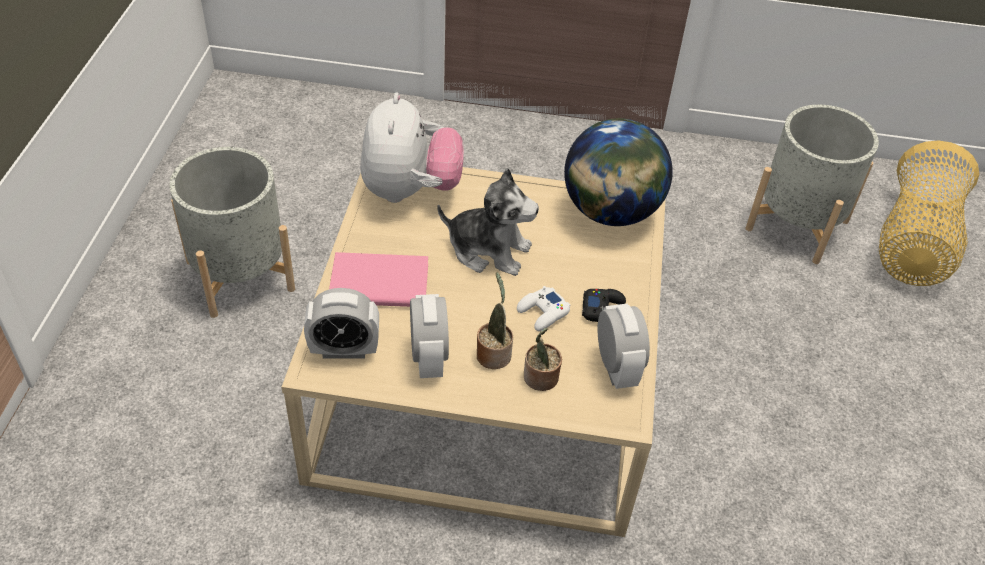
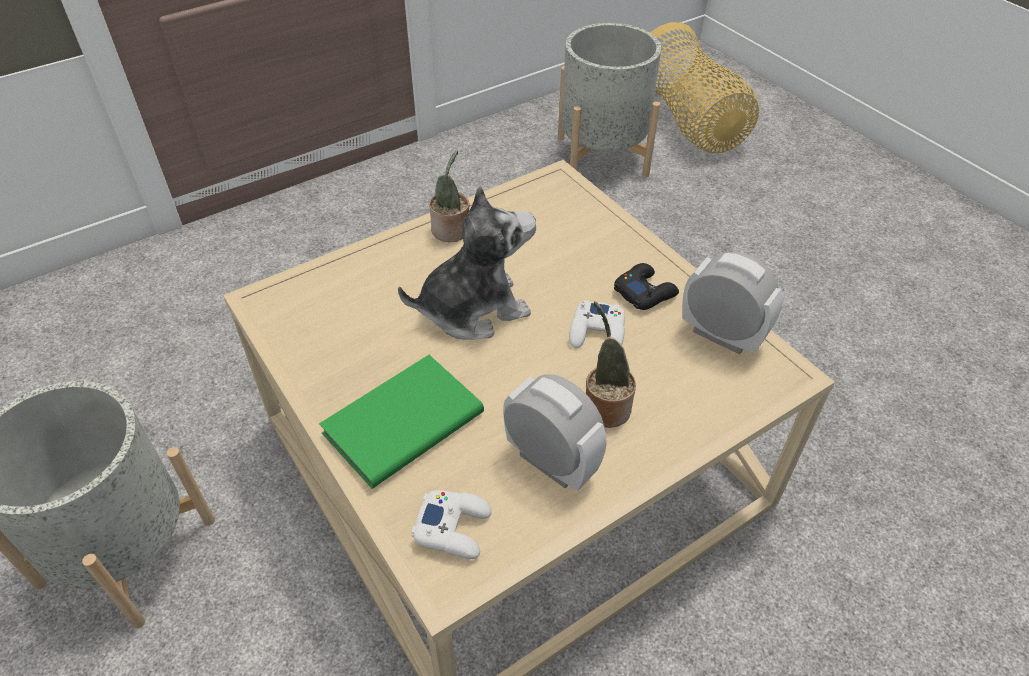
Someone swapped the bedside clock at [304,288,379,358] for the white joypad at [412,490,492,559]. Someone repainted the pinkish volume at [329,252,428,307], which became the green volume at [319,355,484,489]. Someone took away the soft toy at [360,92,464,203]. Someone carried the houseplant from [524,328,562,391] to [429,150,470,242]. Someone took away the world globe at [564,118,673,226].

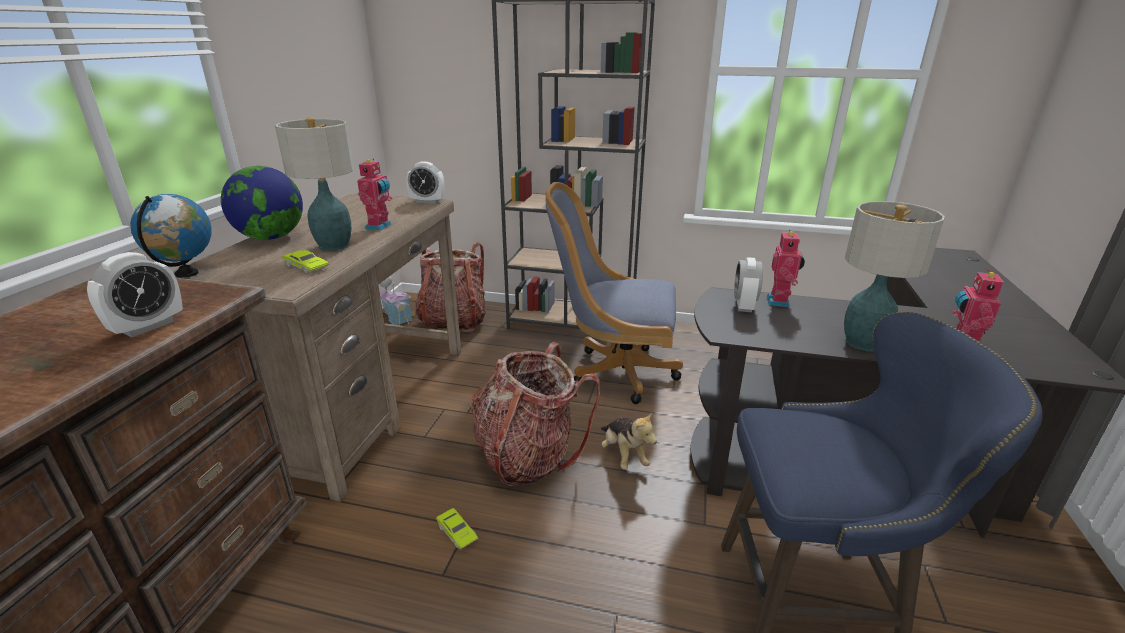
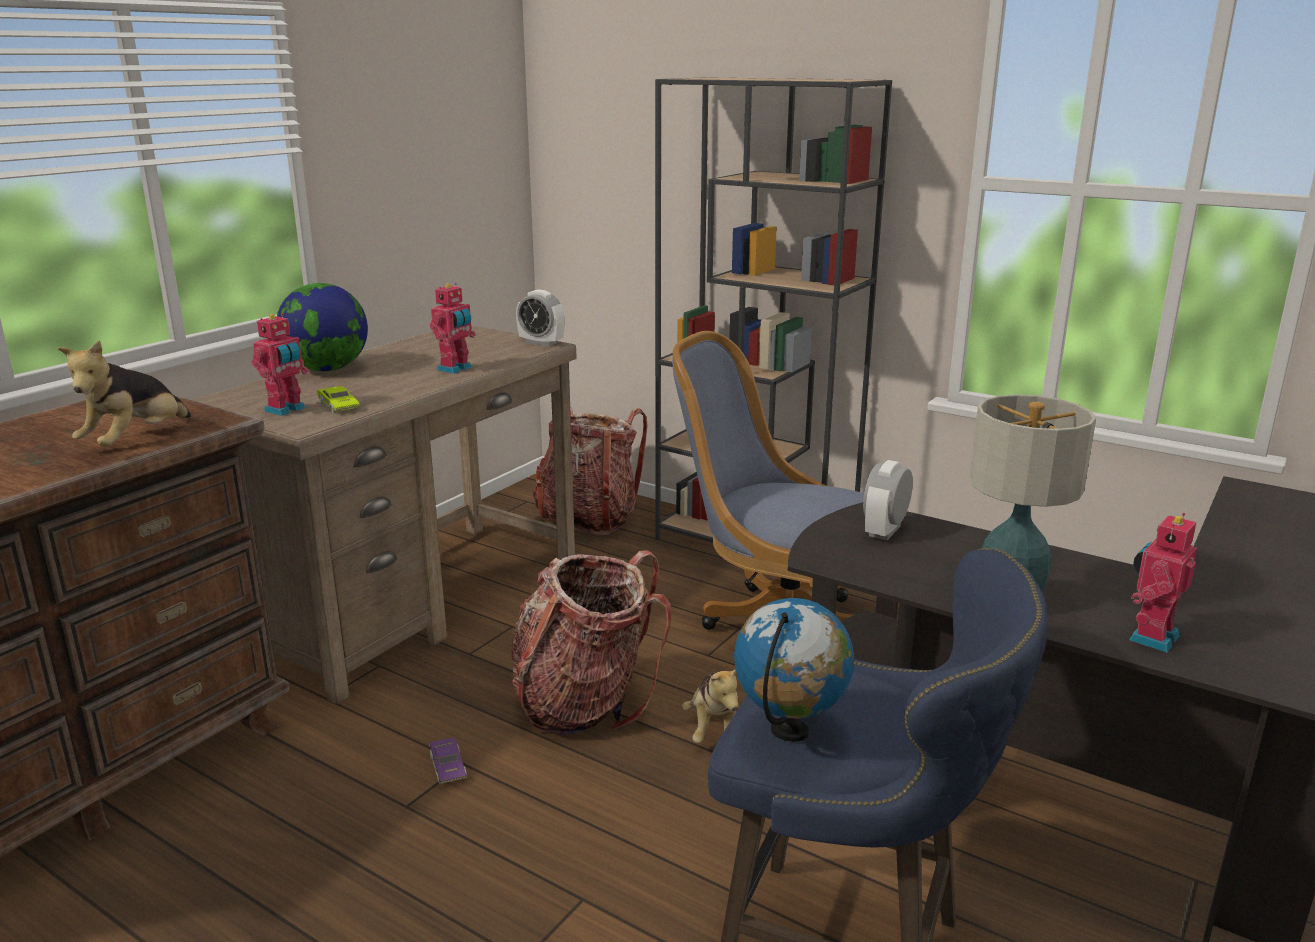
Someone swapped the bedside clock at [87,252,183,337] for the soft toy at [58,340,191,446]. Someone carried the world globe from [130,194,212,278] to [734,598,854,742]. Someone took away the lamp for a table at [275,118,354,251]. Someone took away the model house at [379,276,412,325]. Someone repainted the green miniature car at [436,508,479,549], which became the purplish miniature car at [429,737,467,784]. Someone carried the model robot from [767,230,805,307] to [252,313,308,416].

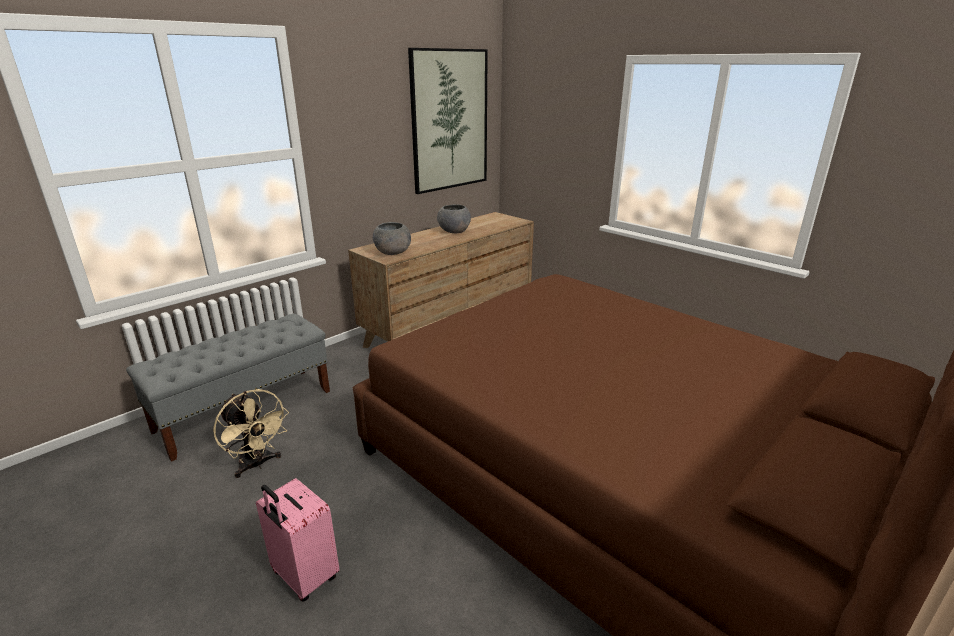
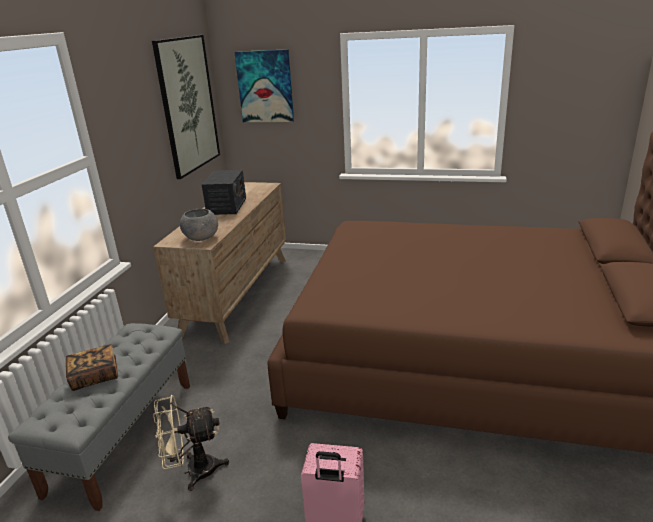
Someone rotated the beige-coloured fan at [213,389,289,478] by 150 degrees clockwise. Someone swapped the greyish deep dish at [437,205,471,233] for the radio receiver at [202,170,246,215]. Someone put down the volume at [66,344,118,391]. Someone put up the picture at [234,49,294,122].

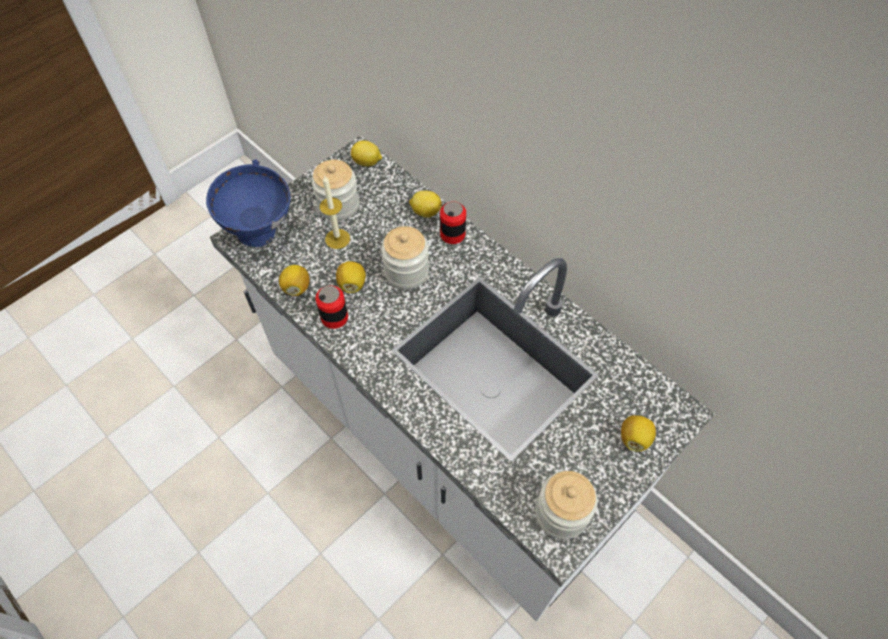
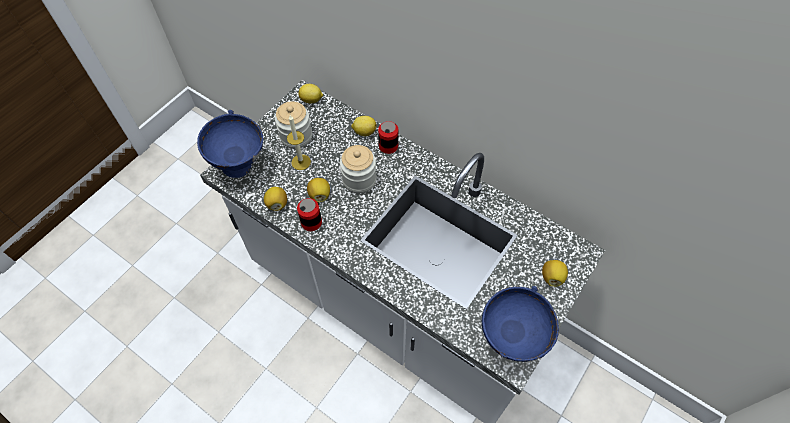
Someone swapped the storage jar at [535,471,598,539] for the blue-coloured deep dish at [482,286,559,362].

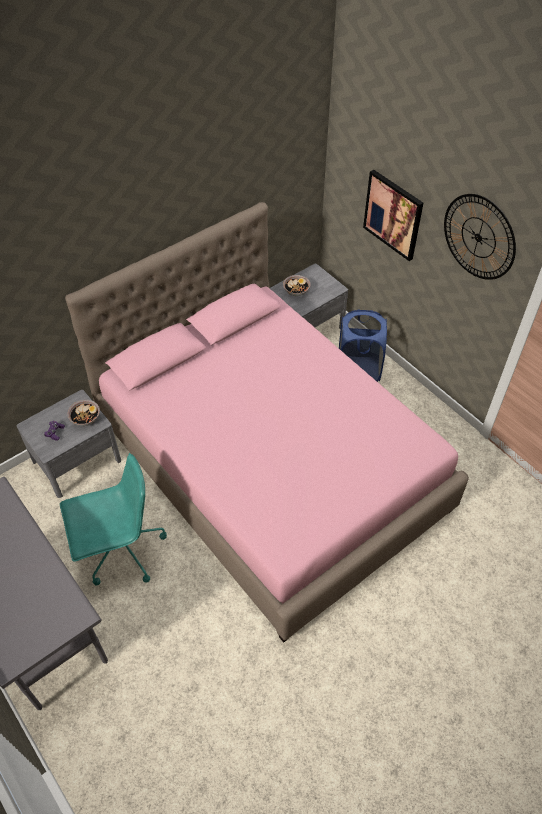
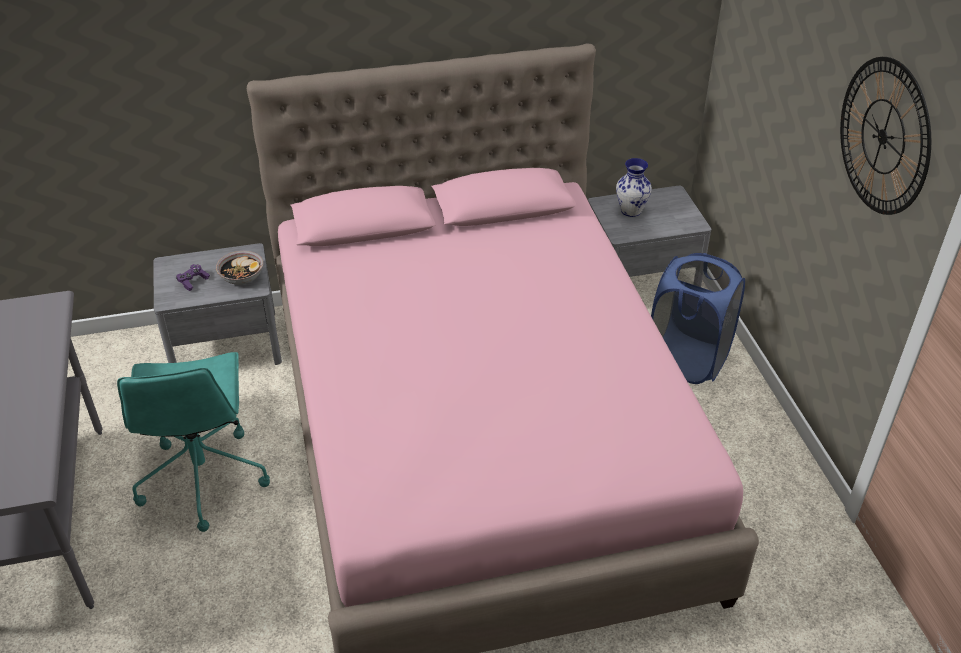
Someone rotated the turquoise computer chair at [60,453,167,585] by 75 degrees clockwise. Someone swapped the deep dish at [283,275,311,296] for the decorative vase at [616,158,652,217]. Someone took away the picture at [363,170,423,261].

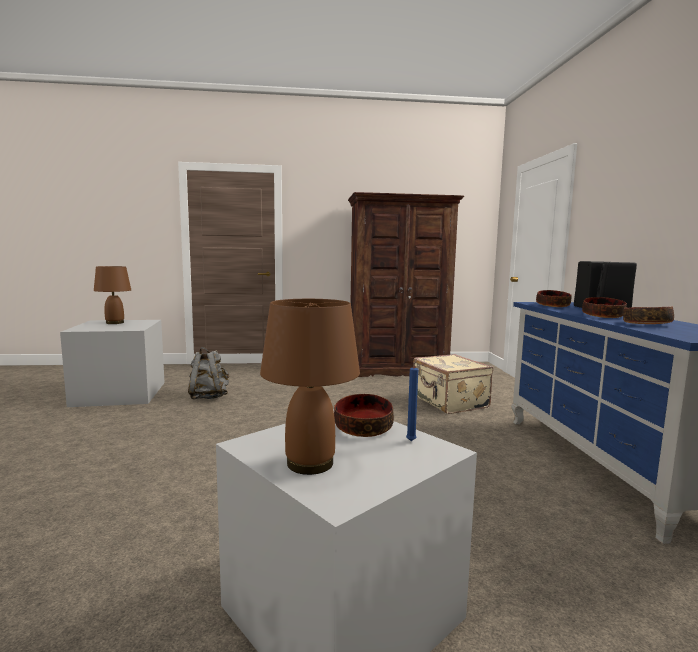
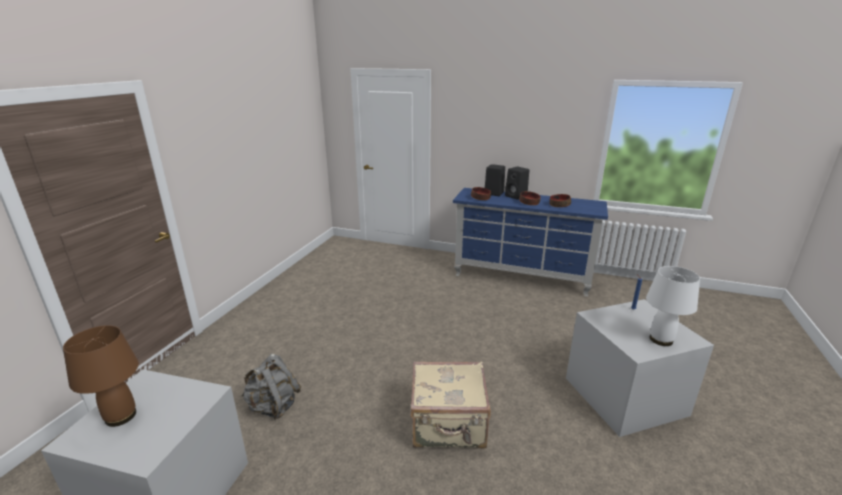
Someone repainted the brown lamp for a table at [260,299,360,475], which became the white lamp for a table at [646,266,700,346]. Someone took away the deep dish at [334,394,394,437]. Someone took away the brown clothes cupboard at [348,192,464,377]. Someone carried the beige-coloured suitcase from [413,354,493,414] to [410,361,491,448].

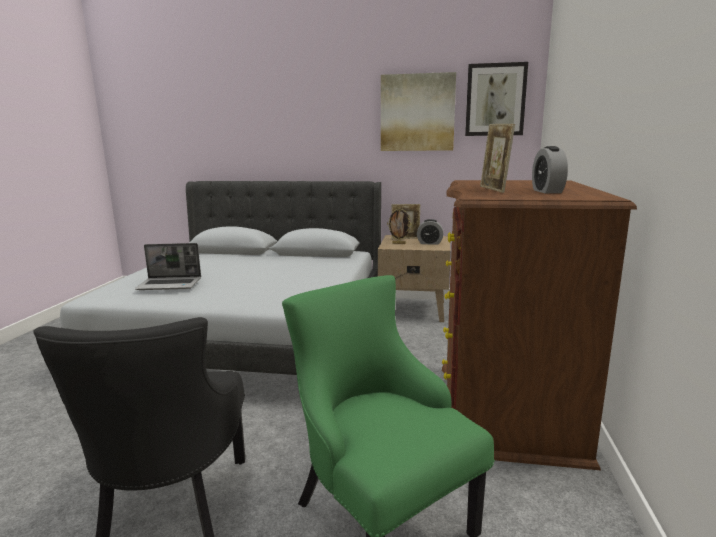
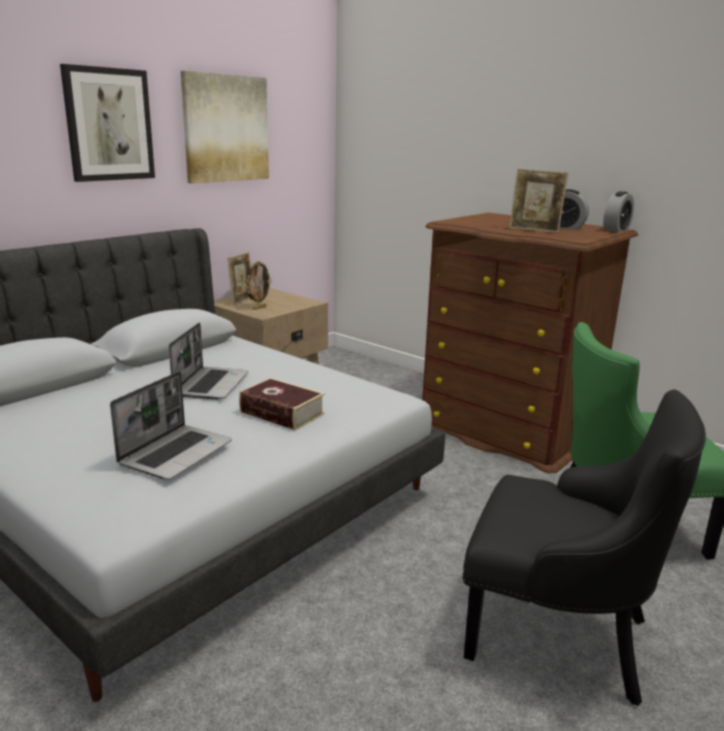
Someone carried the bedside clock from [417,219,443,245] to [603,191,634,232]. Someone carried the picture from [465,62,528,136] to [60,64,155,182]. Someone put down the notebook computer at [169,323,249,400]. Someone put down the volume at [239,378,325,430].

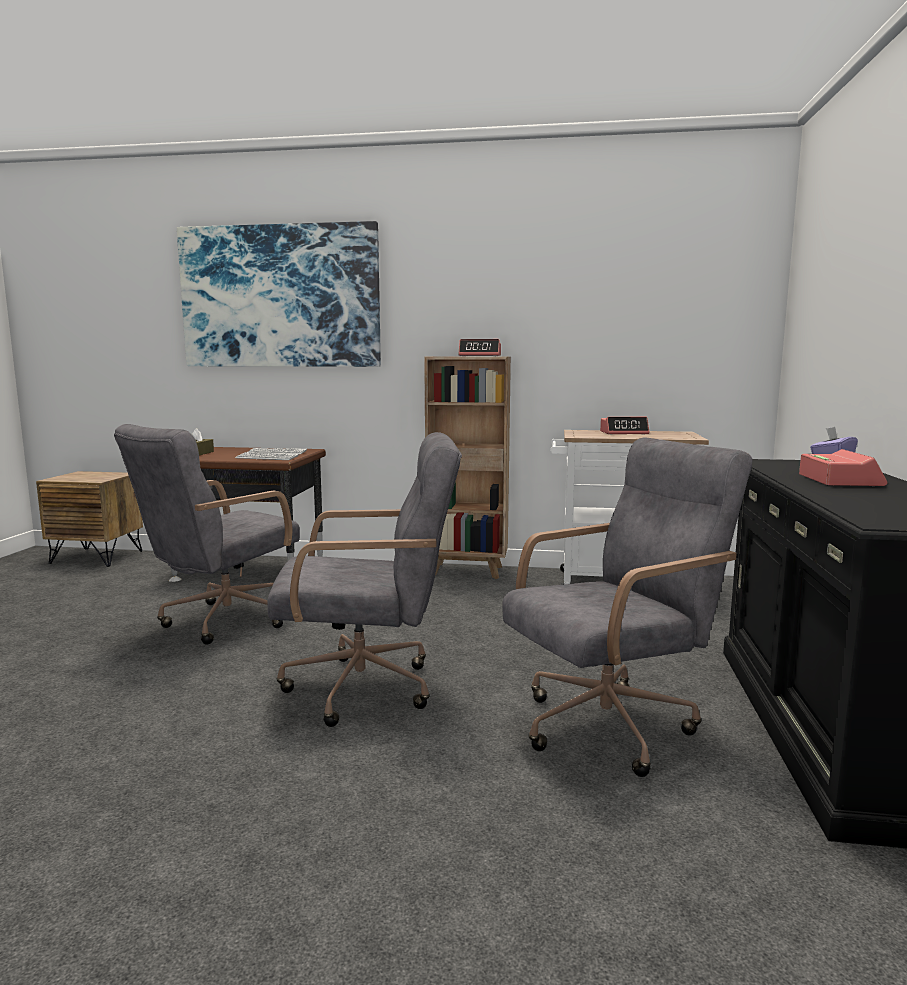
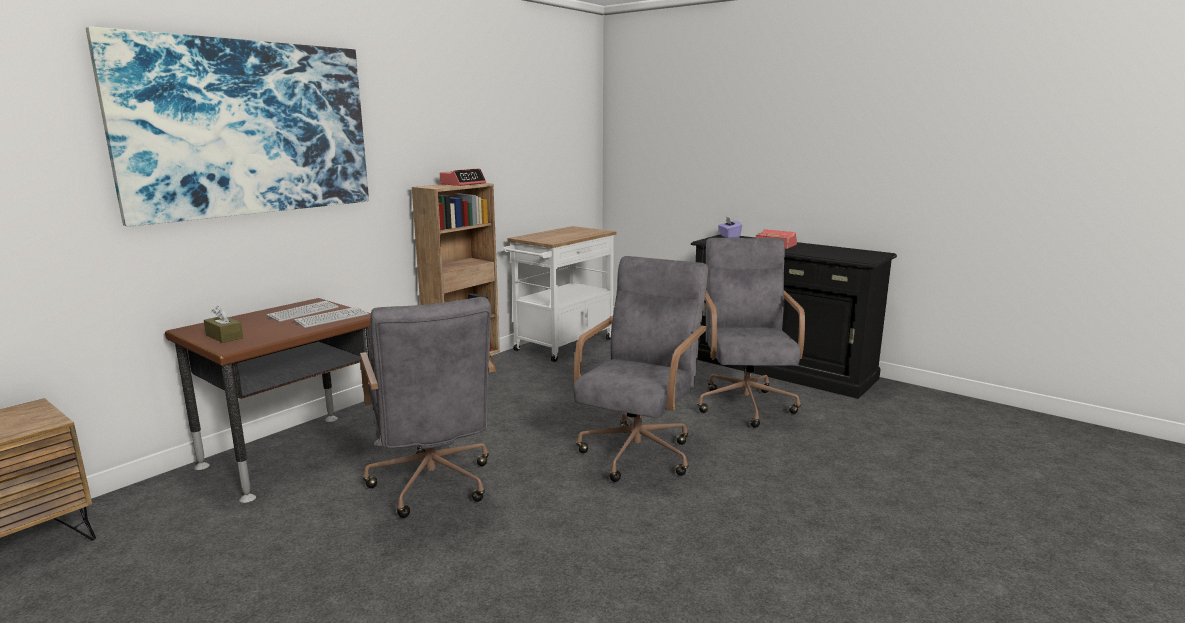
Someone took away the bedside clock at [600,417,649,435].

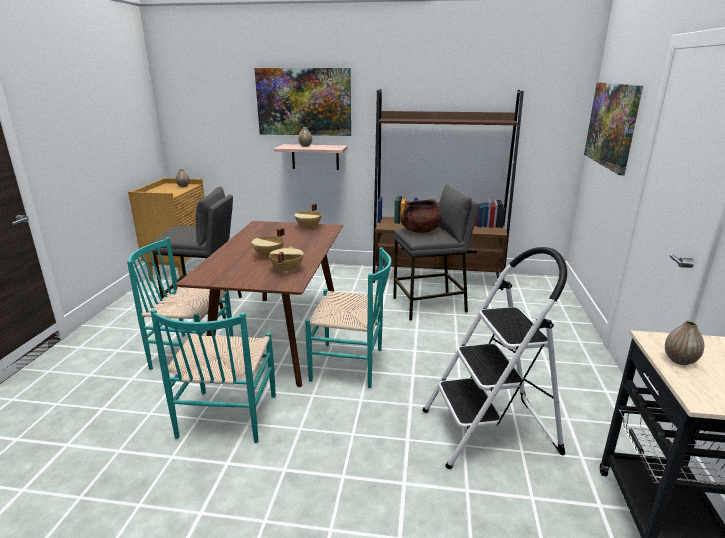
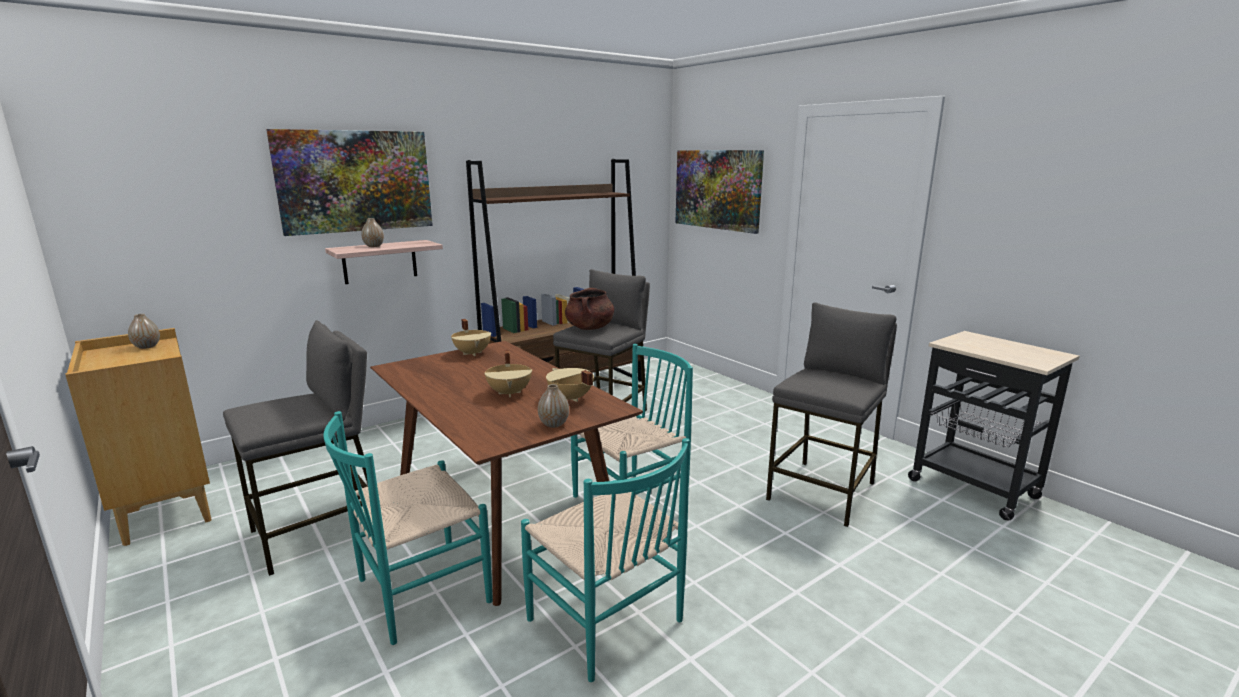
Someone swapped the step stool at [422,247,567,469] for the greyish stool seat at [766,302,897,527]. Someone carried the decorative vase from [665,321,704,365] to [538,384,569,428].

